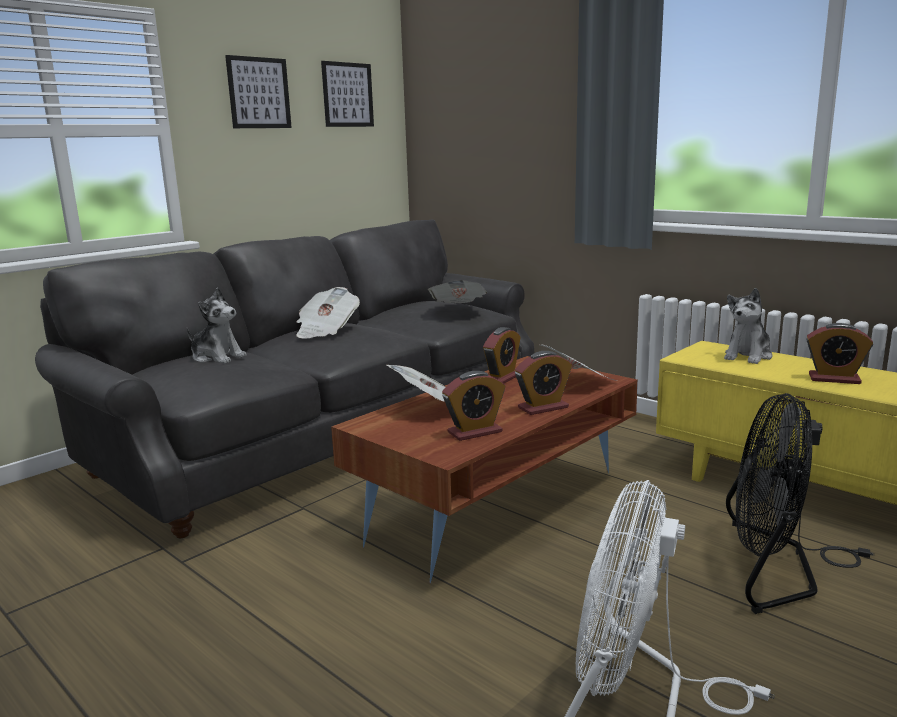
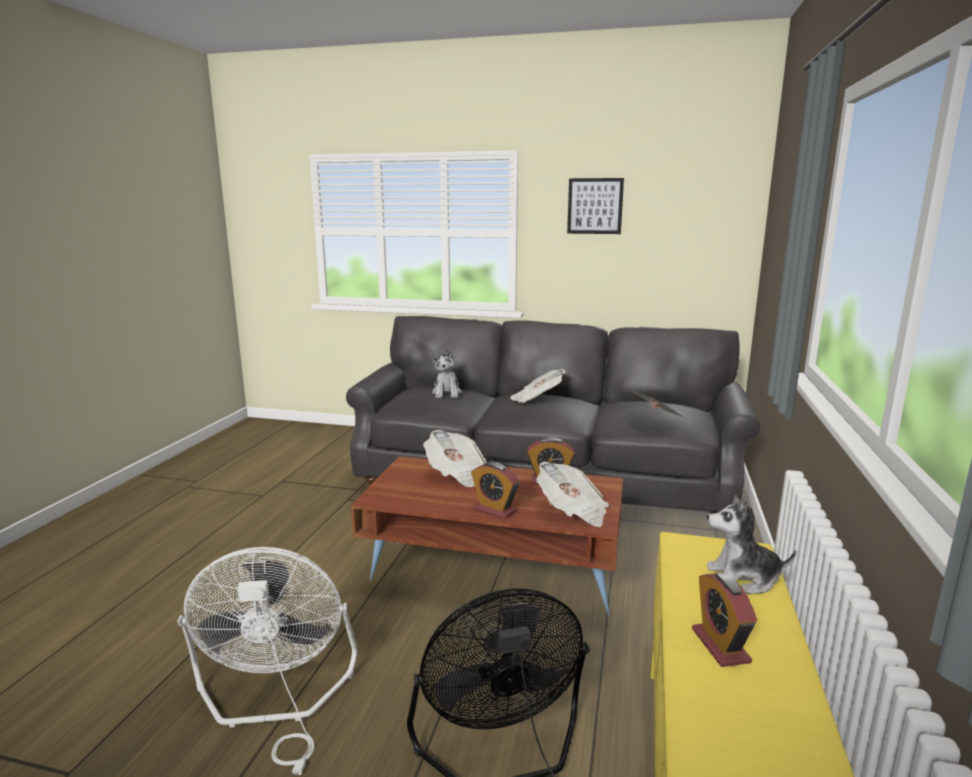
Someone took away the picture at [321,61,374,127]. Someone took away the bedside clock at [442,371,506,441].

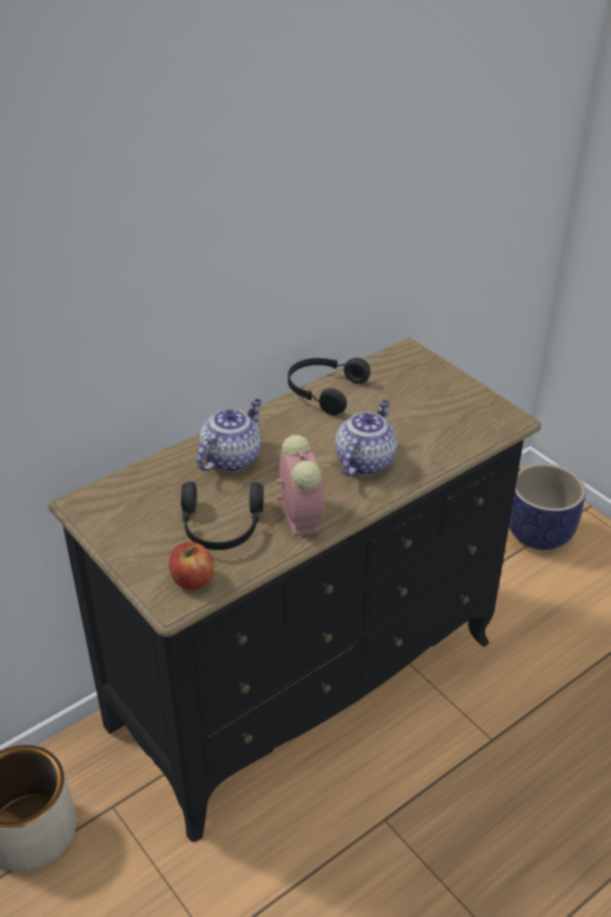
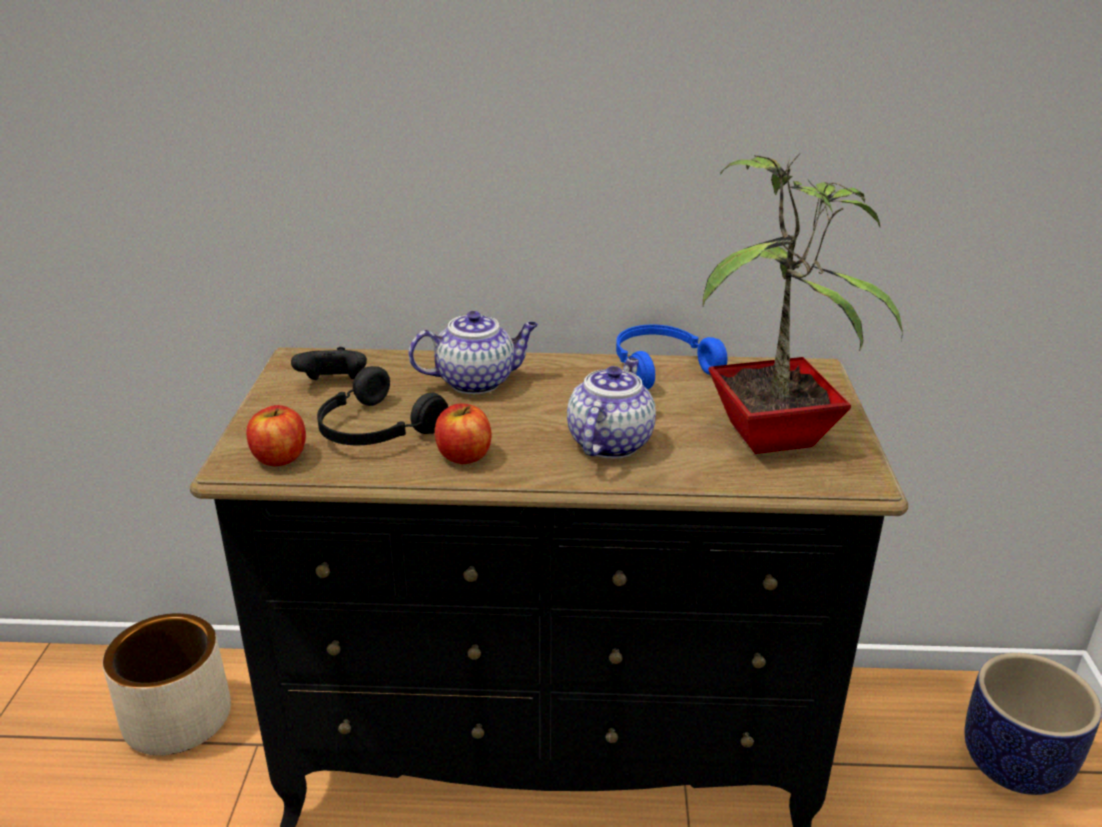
Someone swapped the bedside clock at [276,435,324,537] for the apple fruit at [435,404,492,464]. Someone repainted the blackish headphones at [288,358,370,415], which became the blue-coloured headphones at [616,325,727,389]. Someone rotated the teapot at [335,400,397,477] by 45 degrees counterclockwise. Someone put down the blackish joypad at [291,347,367,380]. Someone put down the houseplant at [703,153,903,454].

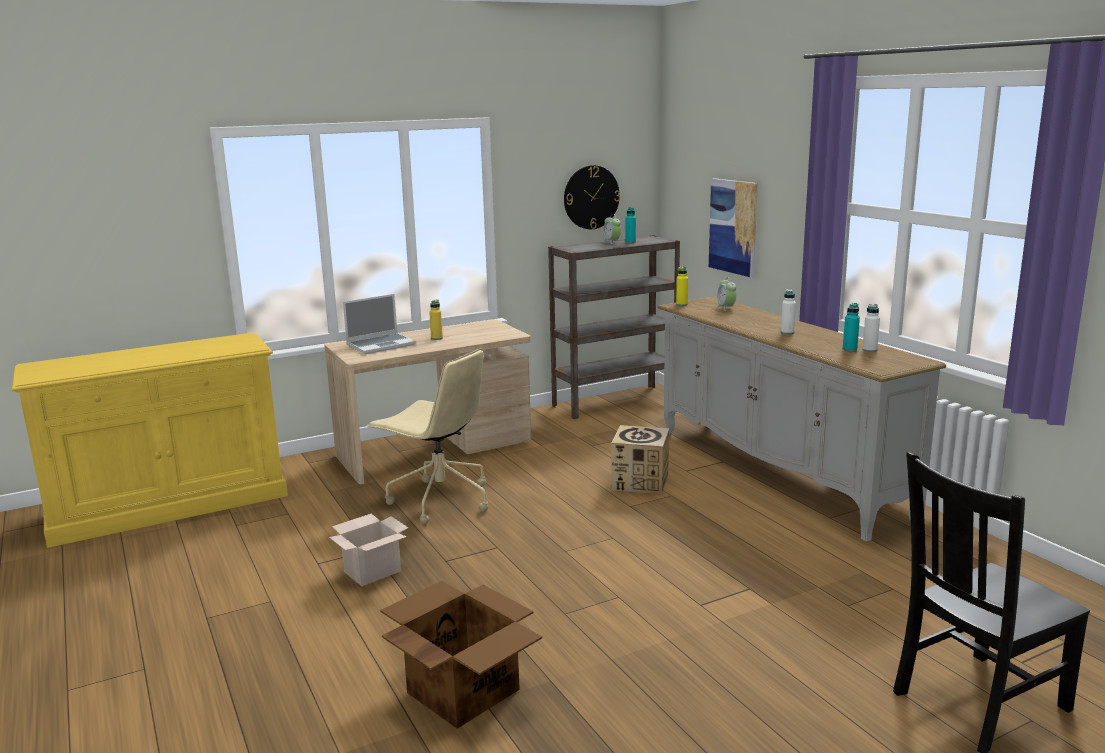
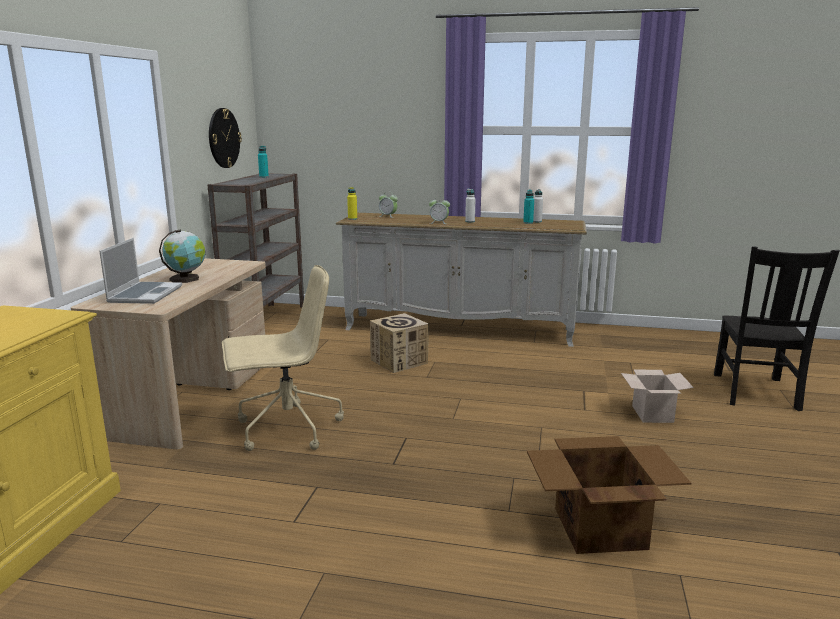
Someone carried the packing box from [329,513,408,586] to [621,370,694,423]. Someone swapped the yellow-coloured drink bottle at [429,299,443,340] for the world globe at [159,229,205,283]. Someone carried the bedside clock from [603,214,621,244] to [429,197,450,224]. Someone took away the picture at [709,178,758,277].

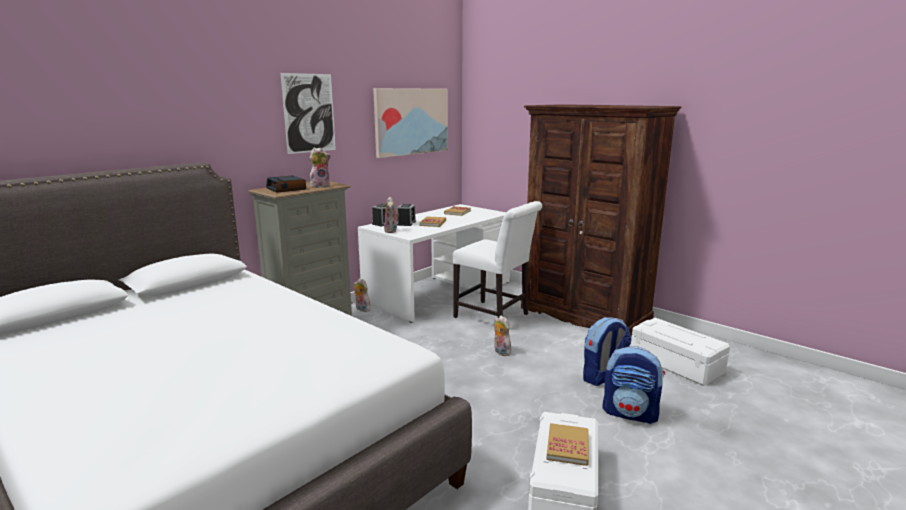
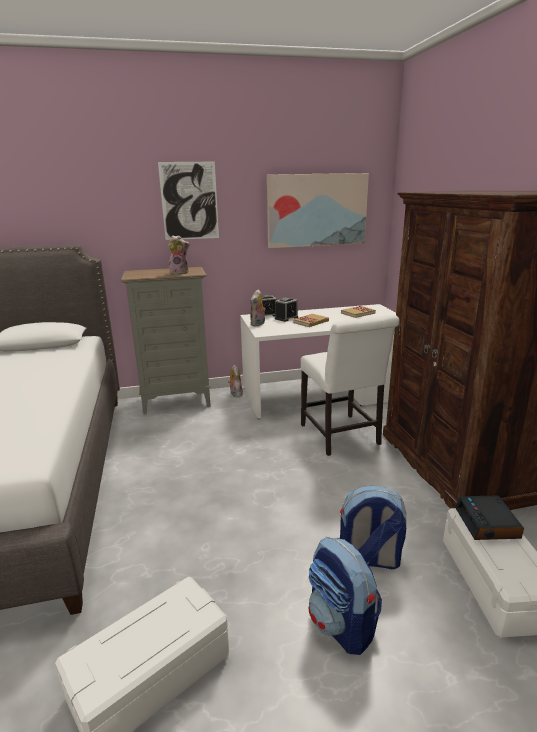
Someone carried the bedside clock from [266,175,306,193] to [455,495,524,540]. Someone took away the soft toy at [494,315,511,356]. Someone took away the volume at [546,423,589,466].

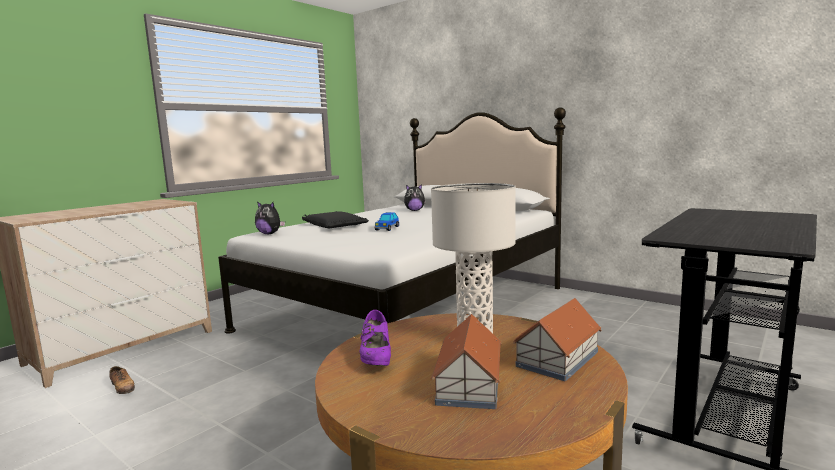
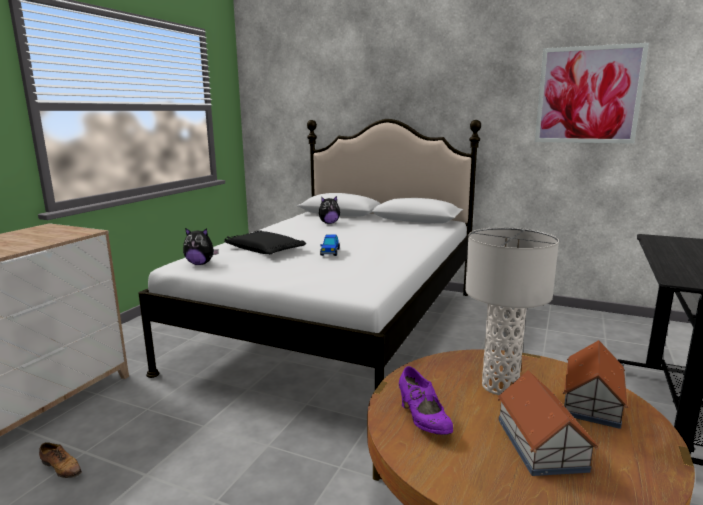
Someone put up the picture at [535,43,649,144].

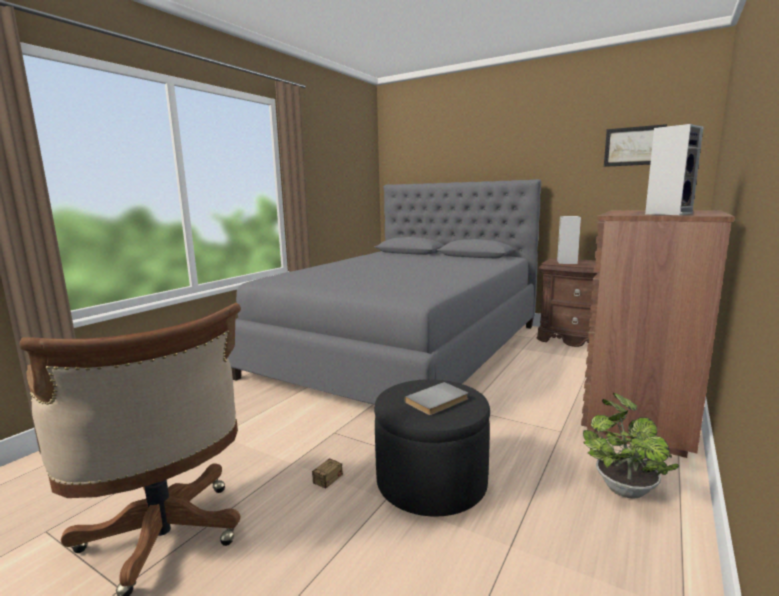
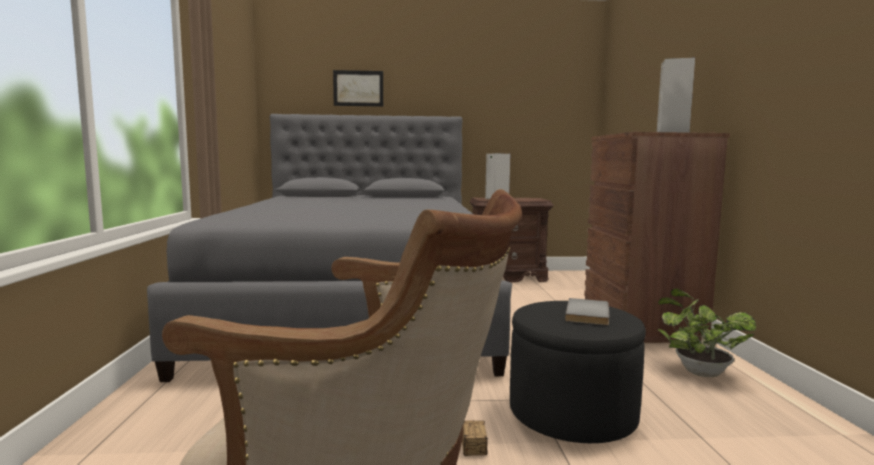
Someone carried the picture from [604,124,667,167] to [333,70,383,107].

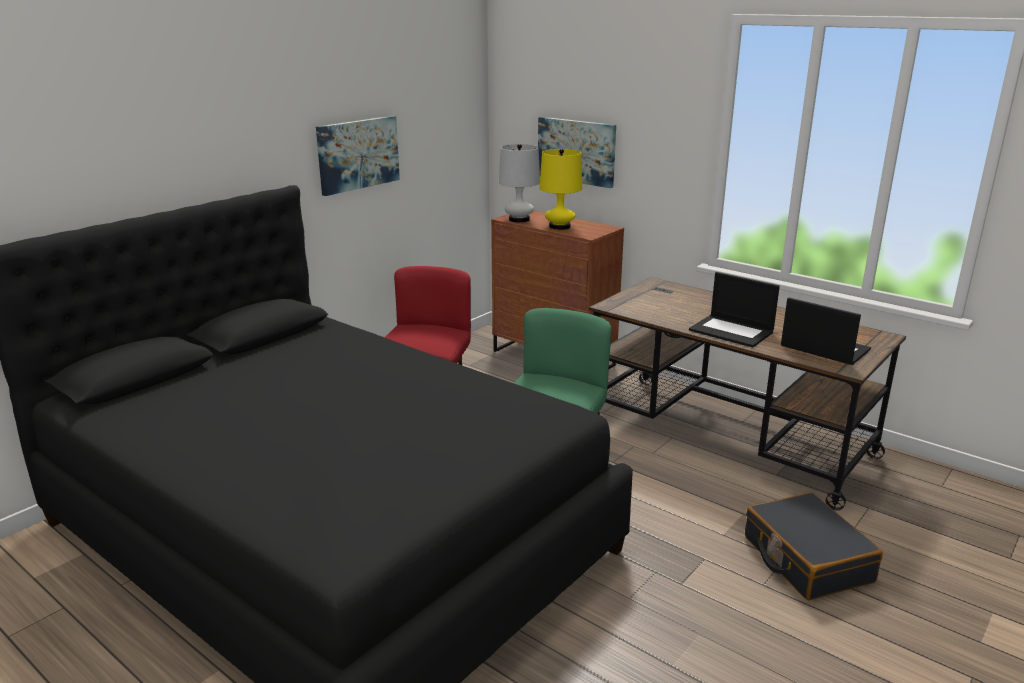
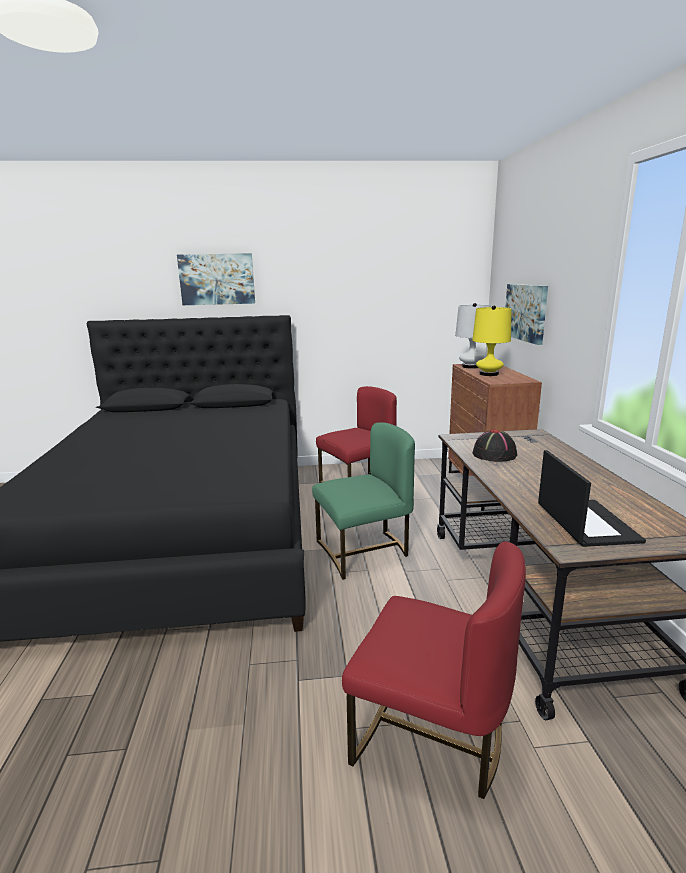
Someone carried the picture from [316,116,400,196] to [177,253,255,305]. Someone took away the notebook computer at [689,272,780,348]. Someone swapped the blackish suitcase at [745,492,883,600] for the red plain chair at [342,541,526,799]. Someone put down the blackish clothing hat at [472,429,517,461].

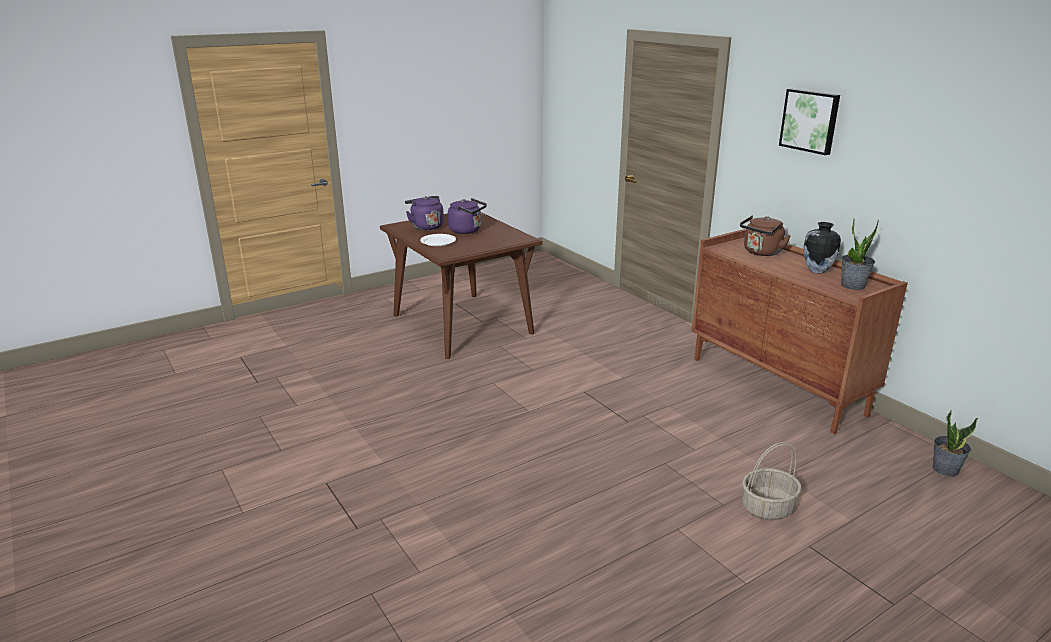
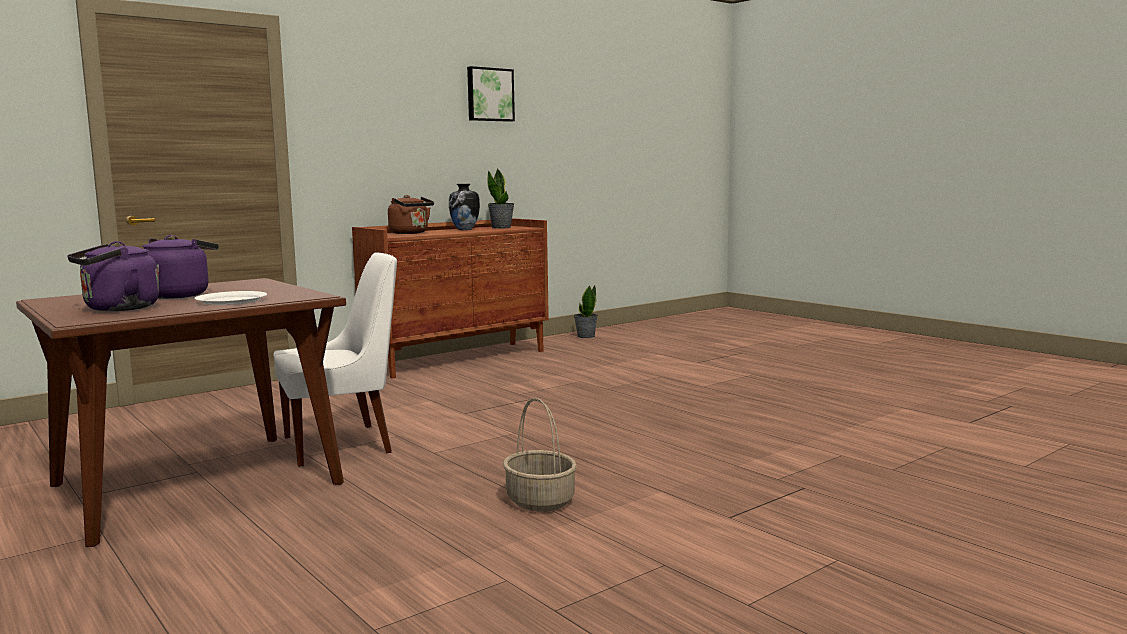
Someone carried the basket from [741,442,801,520] to [503,398,577,512]. Someone carried the picture from [779,88,840,155] to [467,66,515,122]. Someone put down the white plain chair at [274,252,397,467].

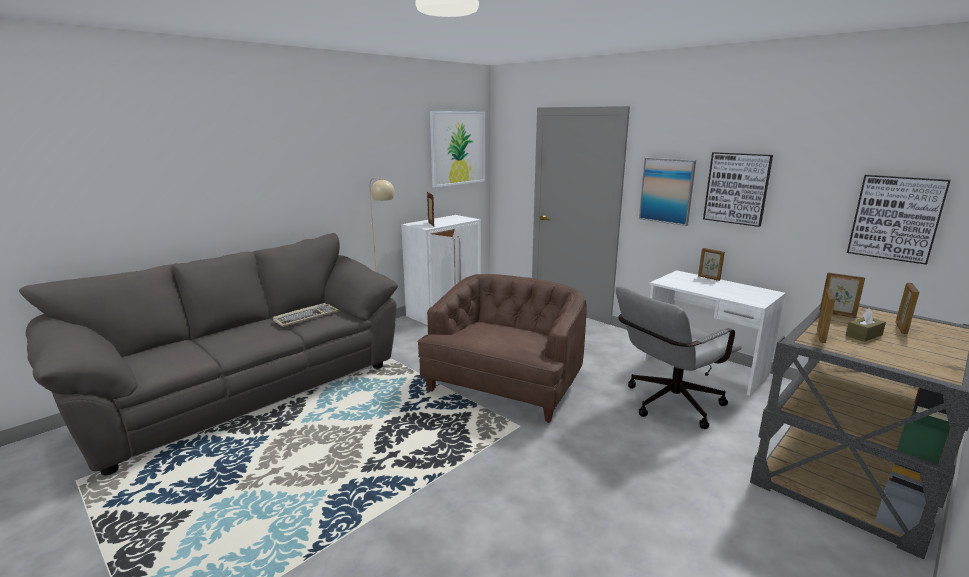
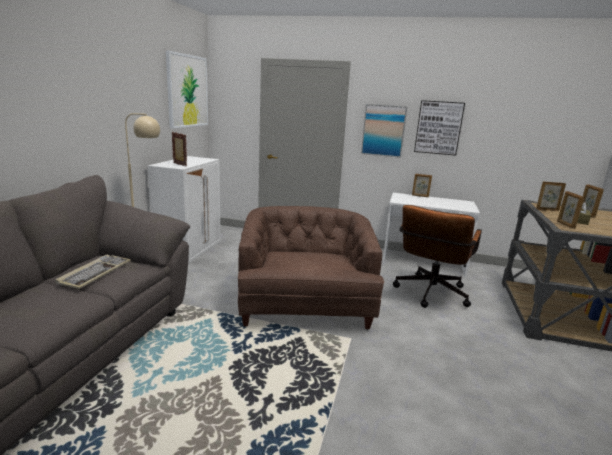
Someone repainted the greyish computer chair at [616,286,742,429], which became the brown computer chair at [393,205,482,308]. Someone took away the picture at [847,174,951,265].

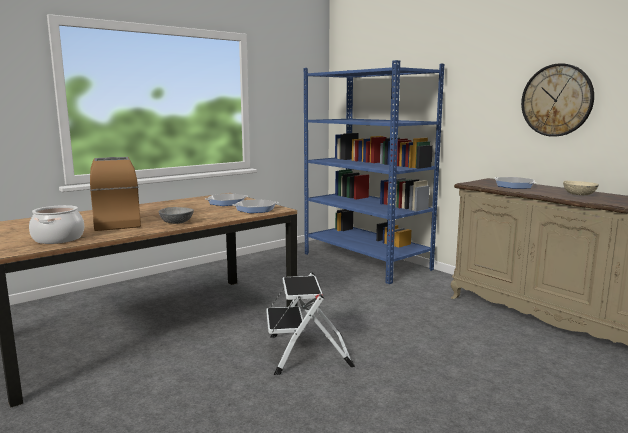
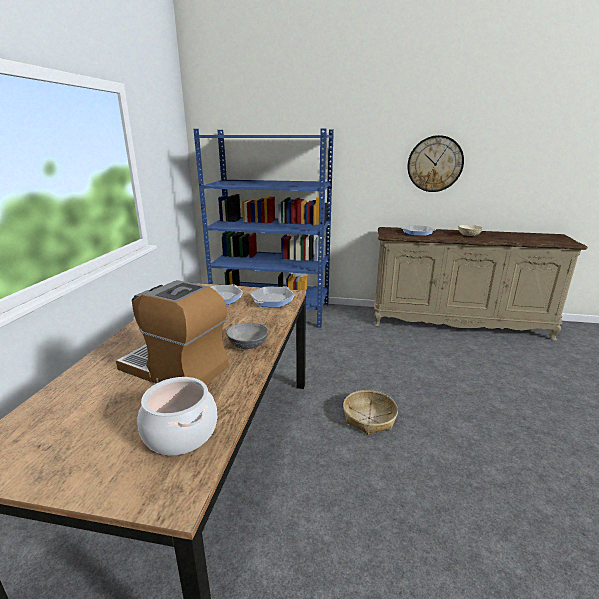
Someone swapped the step stool at [267,272,355,375] for the basket at [343,390,398,435].

